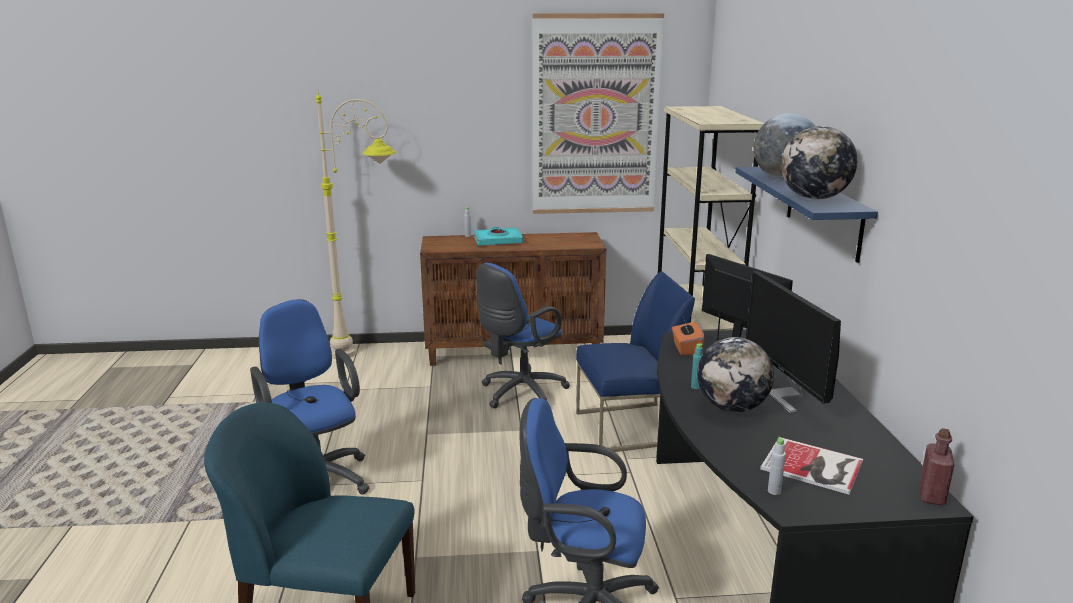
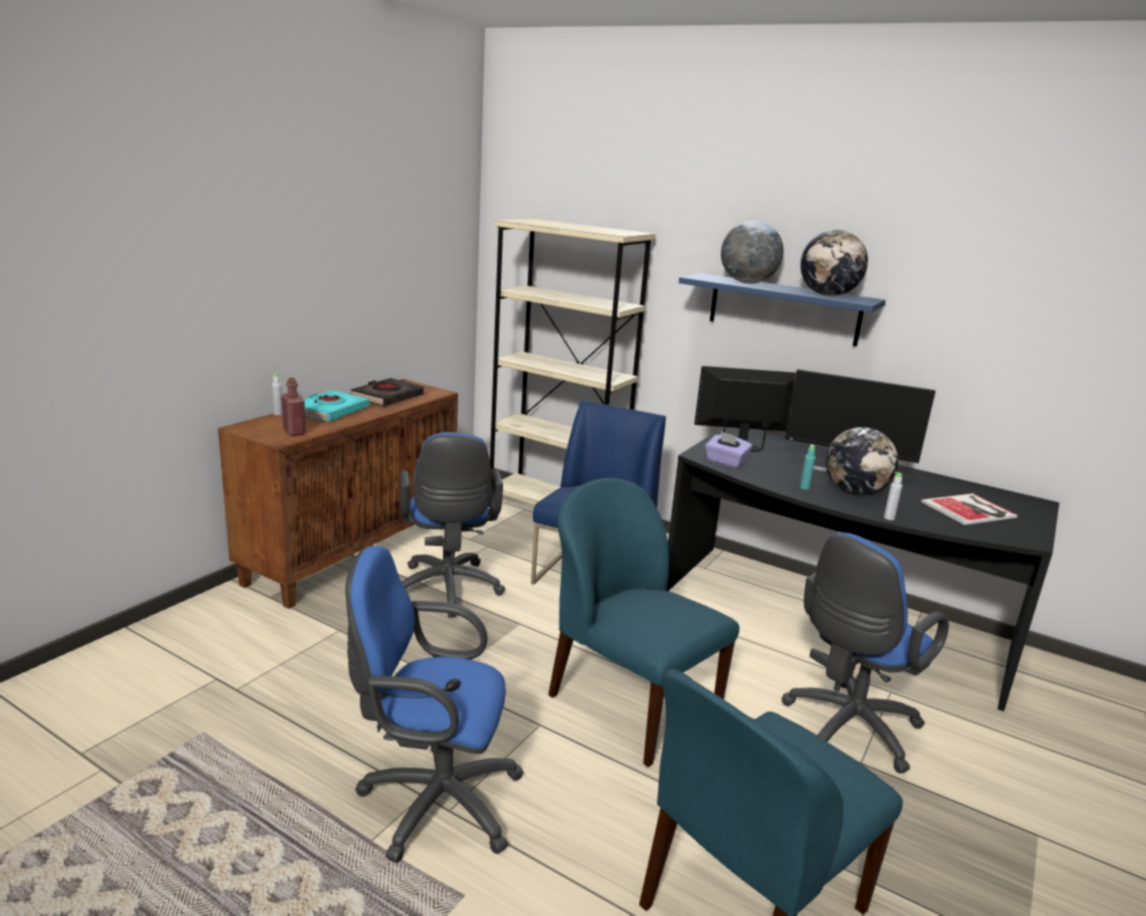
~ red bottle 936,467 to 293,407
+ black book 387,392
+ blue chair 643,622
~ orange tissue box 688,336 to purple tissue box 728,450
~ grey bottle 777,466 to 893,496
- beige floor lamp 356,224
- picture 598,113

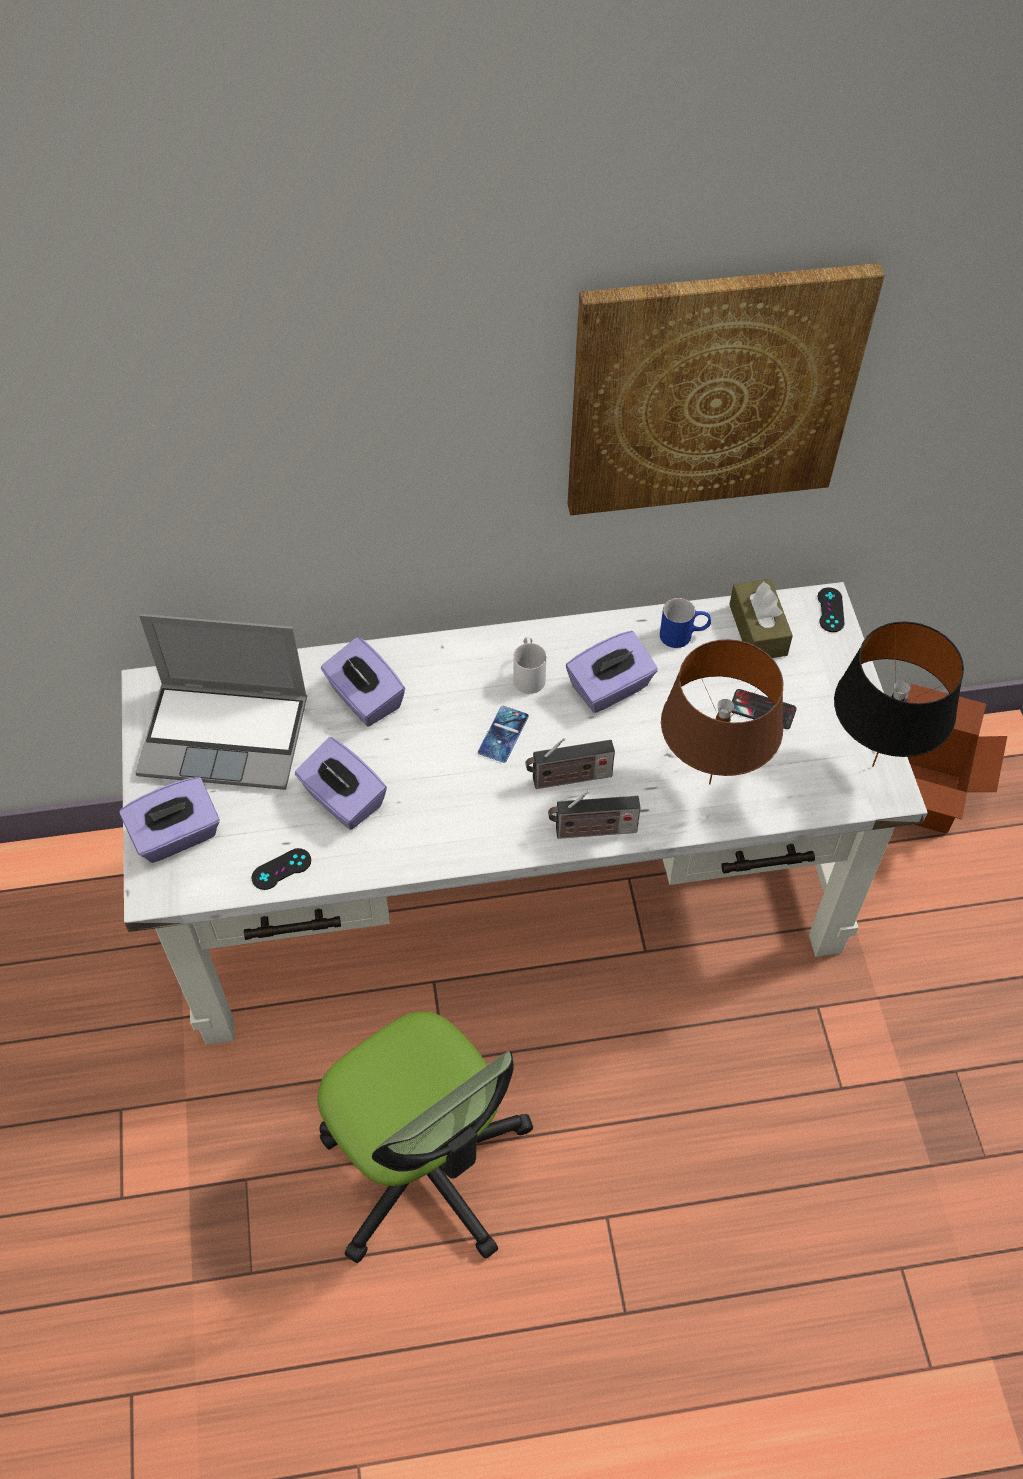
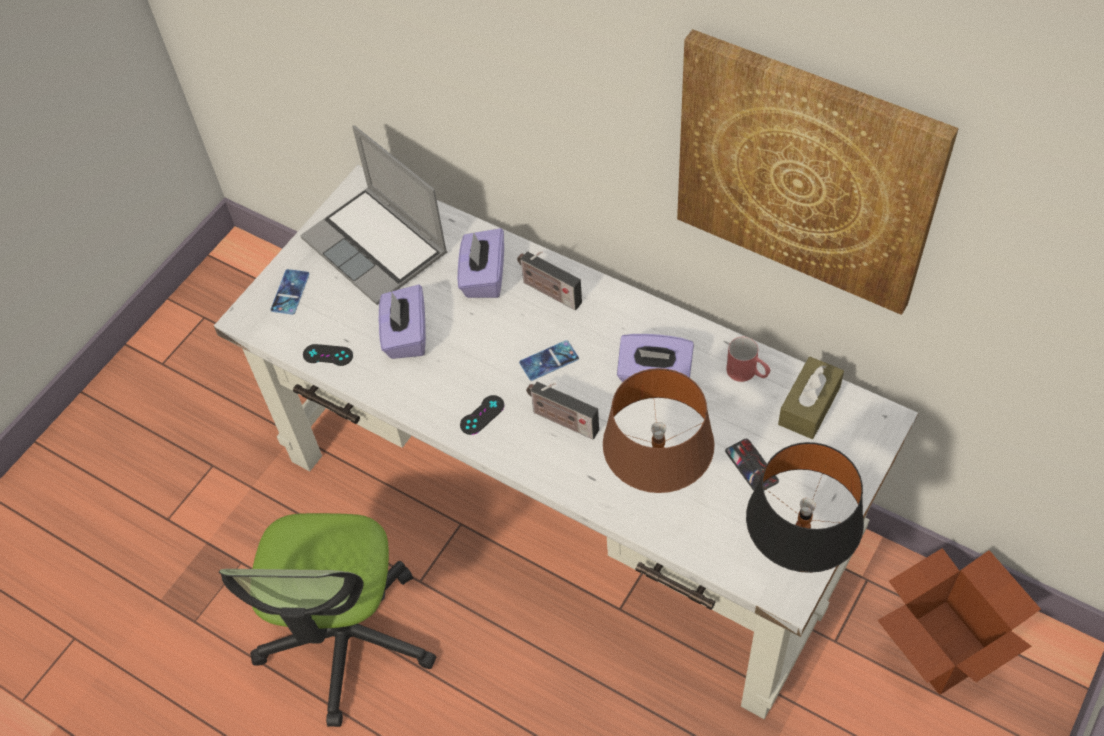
~ purple tissue box 169,820 to phone 289,292
~ black game controller 831,609 to 482,415
~ radio 594,814 to 549,280
~ blue mug 685,623 to red mug 748,359
- white mug 529,665

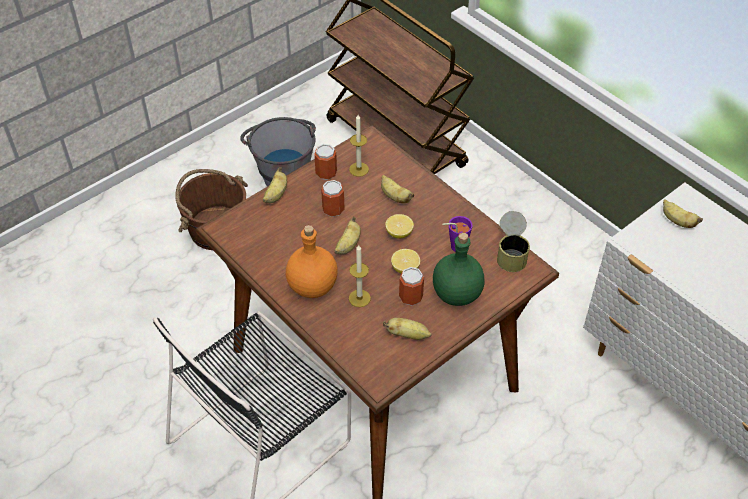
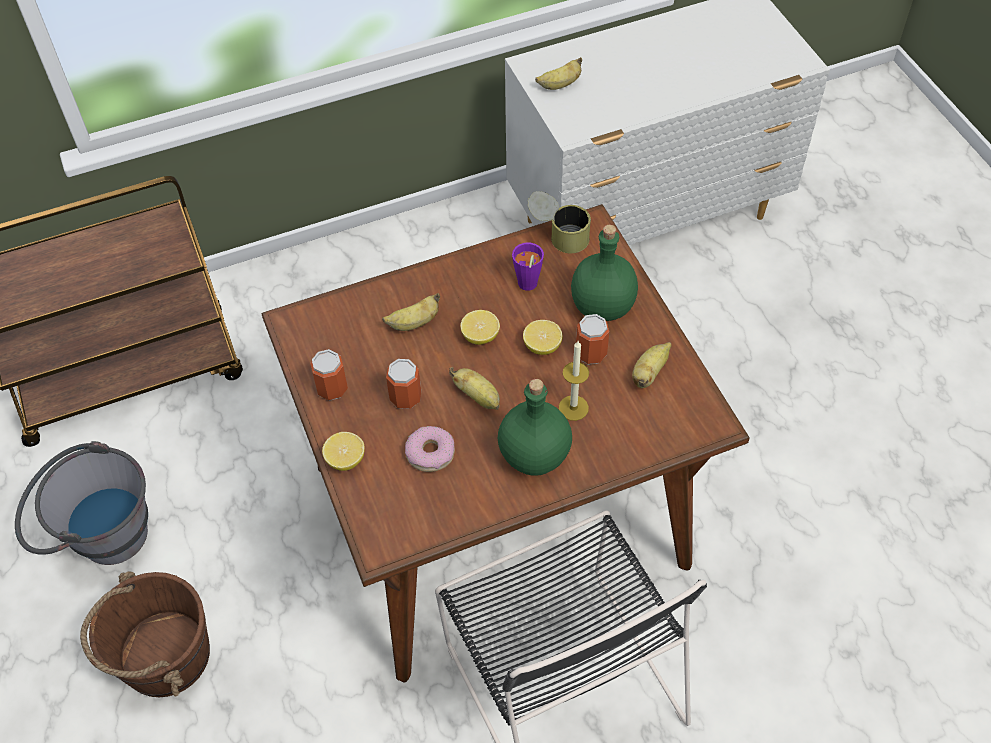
~ banana 275,185 to lemon 343,451
+ donut 430,449
~ orange bottle 312,261 to green bottle 535,427
- candle 359,146

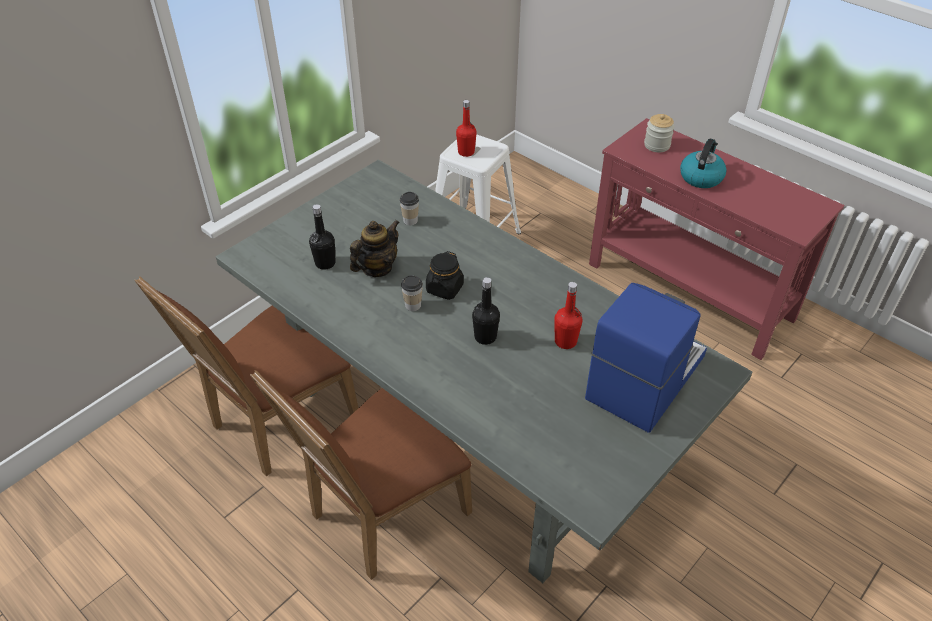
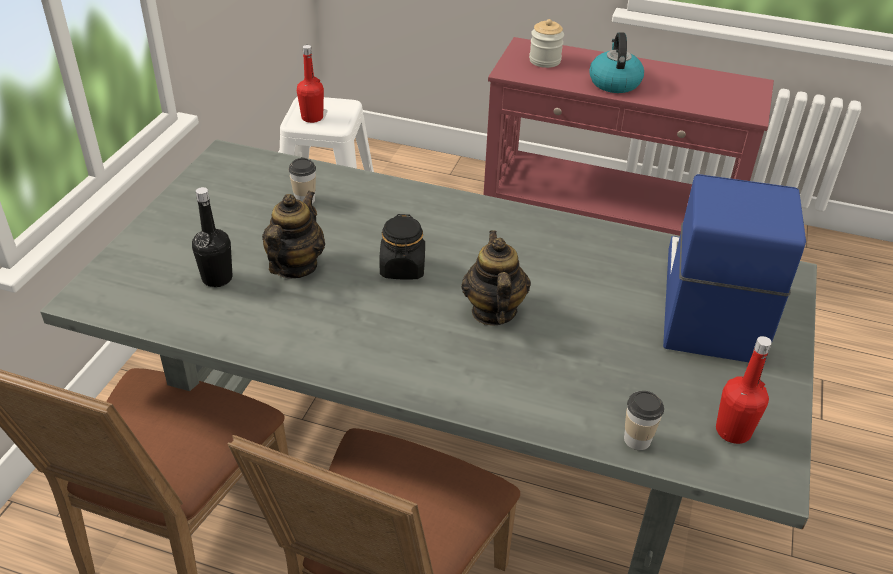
~ black bottle 486,311 to teapot 496,278
~ cup 412,293 to 644,420
~ red bottle 568,315 to 744,390

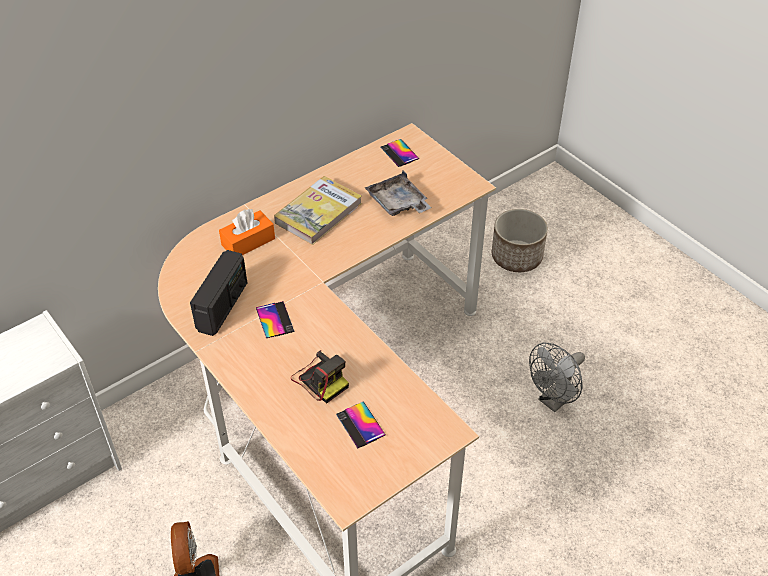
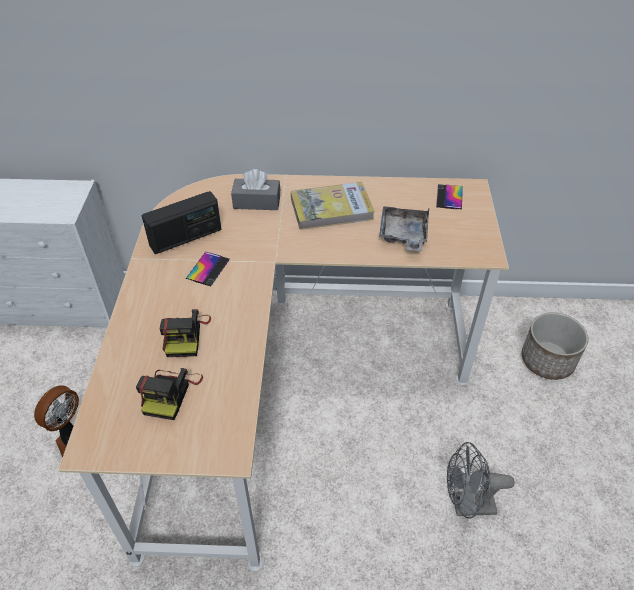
~ phone 361,424 to photo camera 169,394
~ orange tissue box 247,232 to grey tissue box 255,189

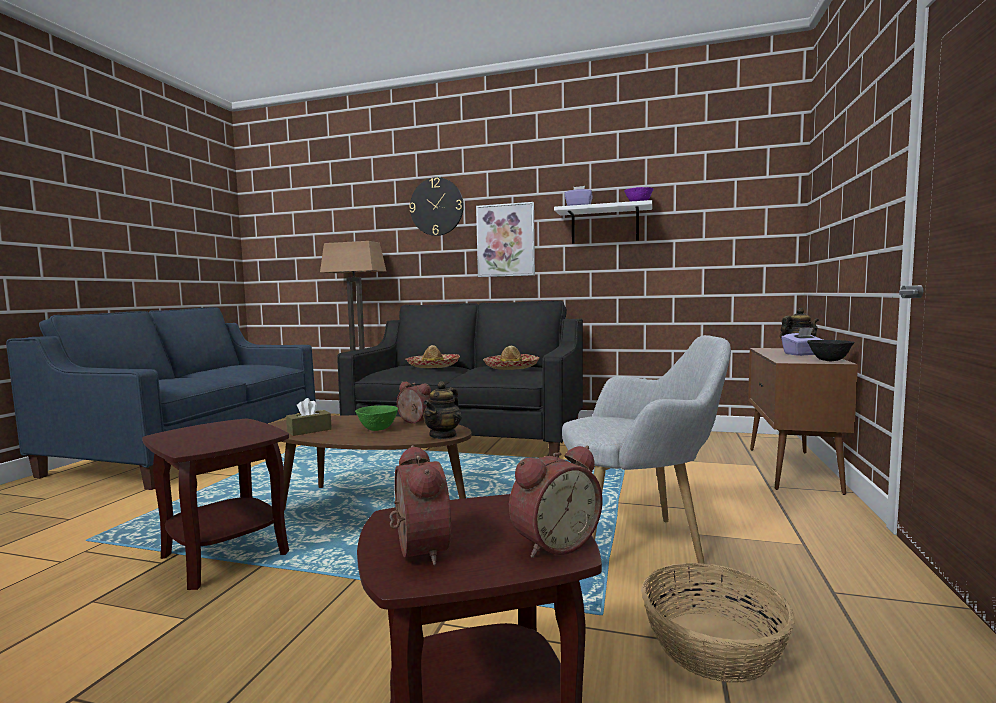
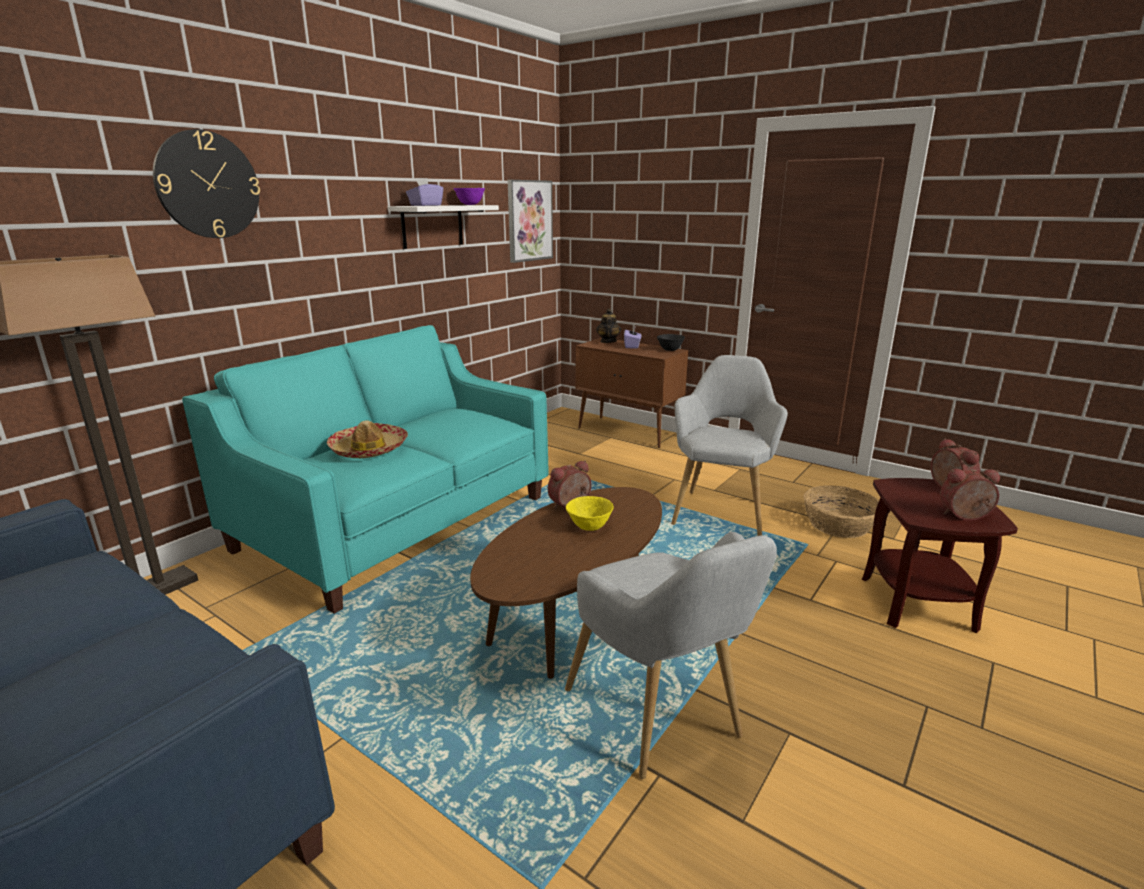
~ black sofa 460,379 to turquoise sofa 365,469
~ picture 505,239 to 530,221
~ brown side table 215,504 to grey armchair 671,655
~ green bowl 376,418 to yellow bowl 589,513
- brown tissue box 309,417
- teapot 442,410
- hat 511,358

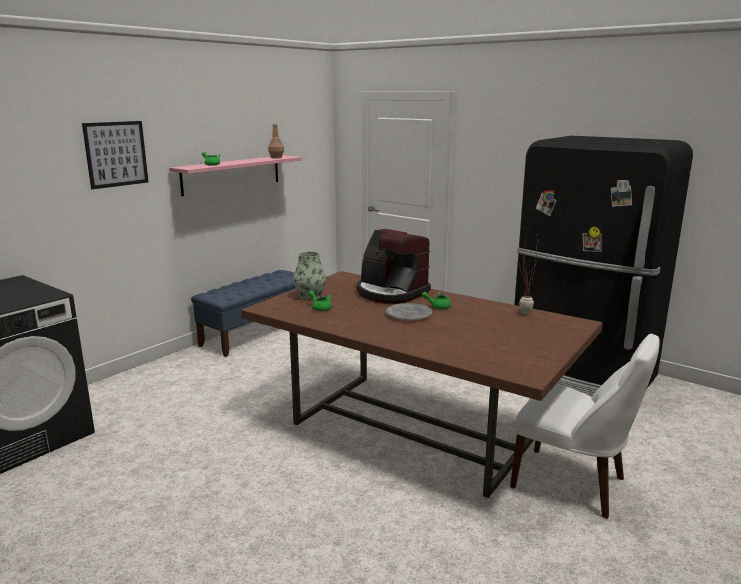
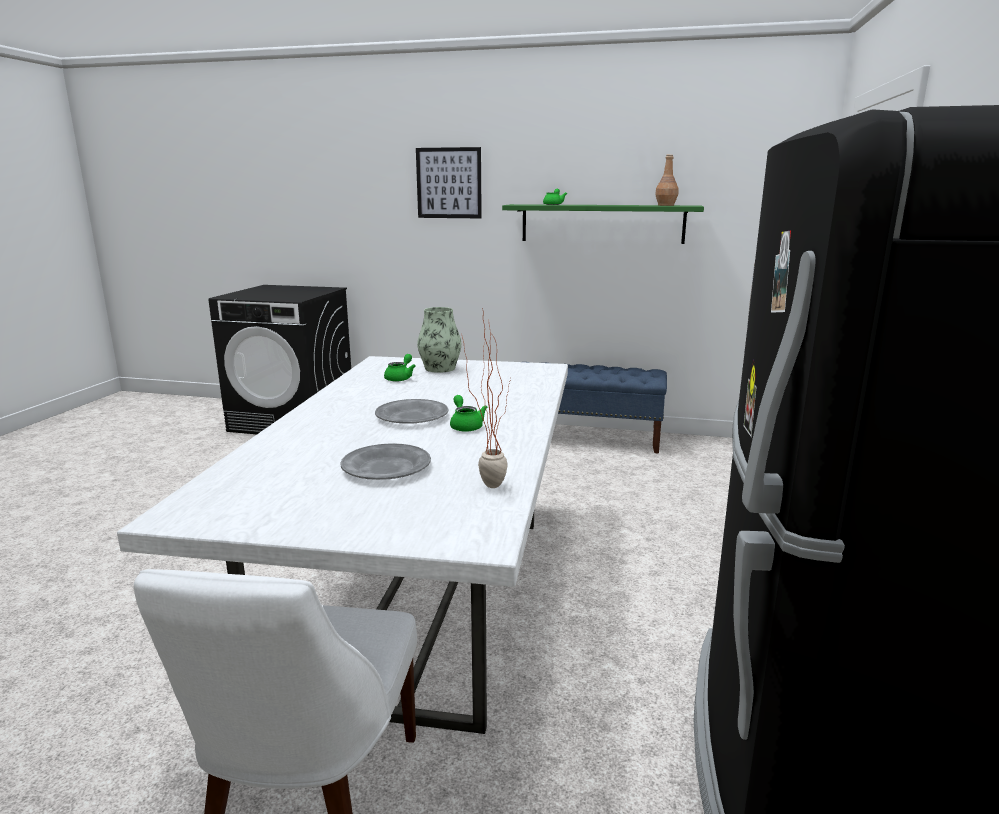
~ brown dining table 422,384 to white dining table 342,545
+ grey plate 386,461
~ pink shelf 235,175 to green shelf 603,224
- coffee machine 394,266

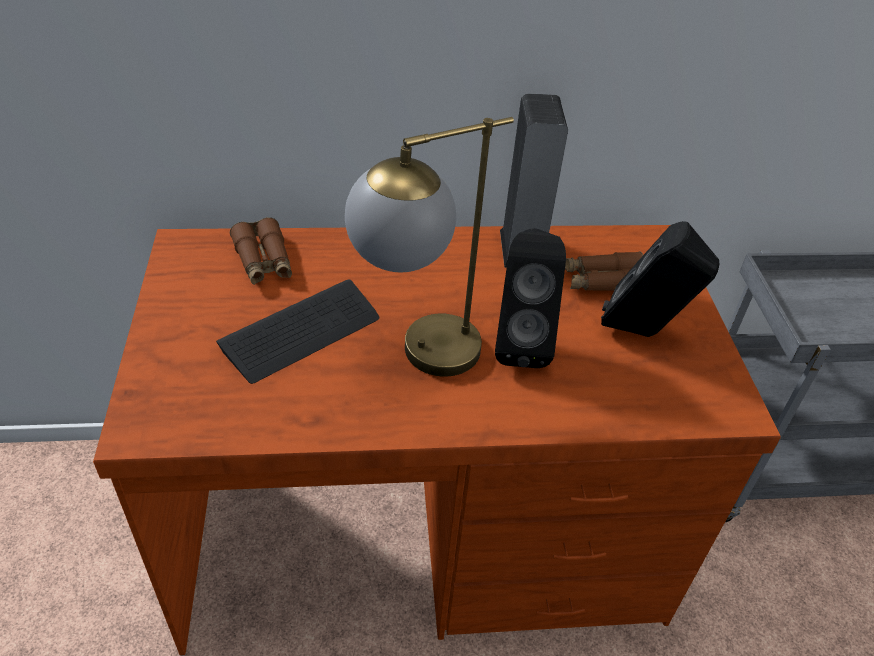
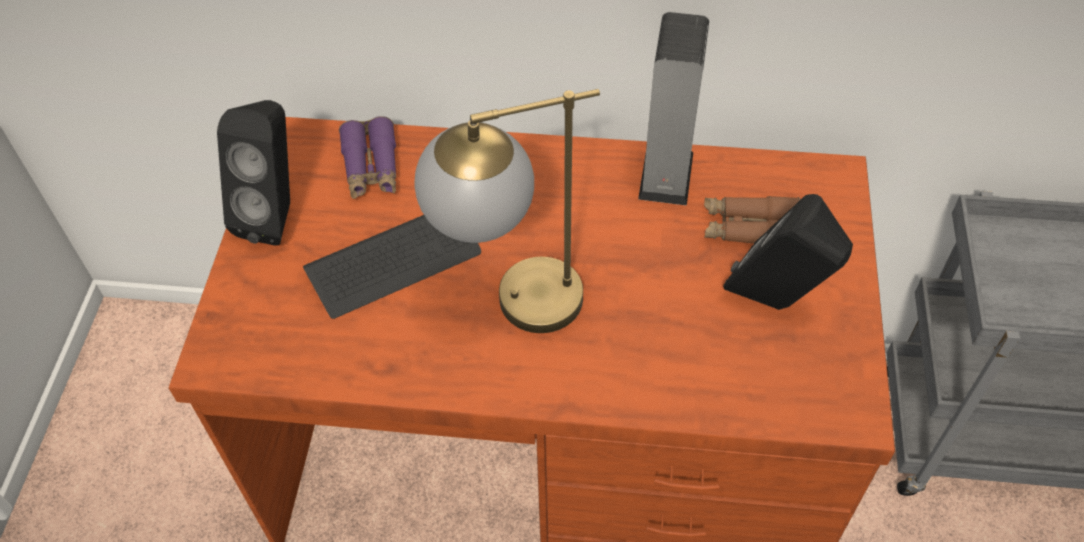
~ black speaker 530,298 to 253,173
~ brown binoculars 261,251 to purple binoculars 367,157

